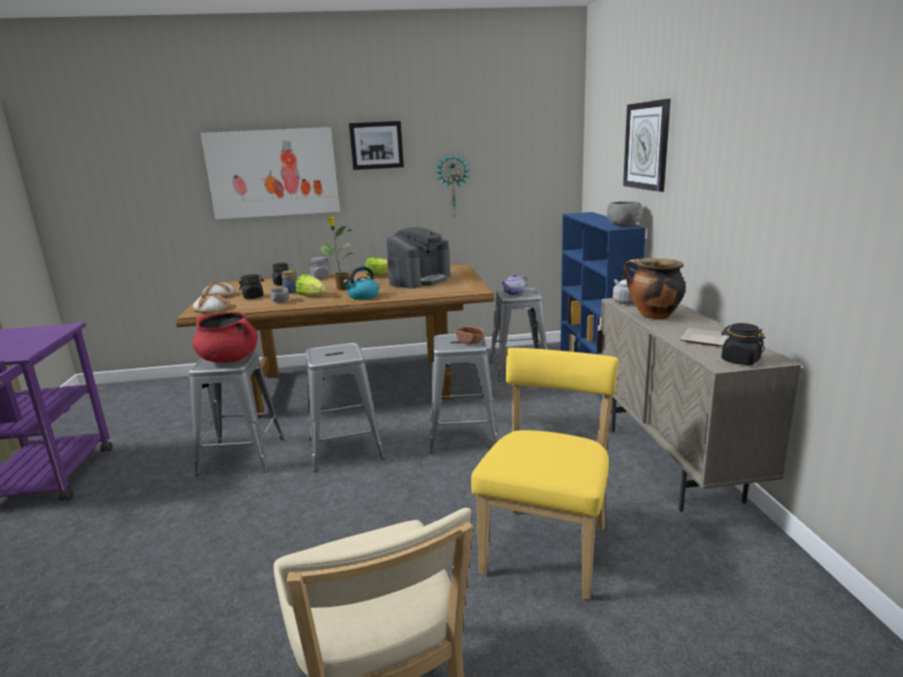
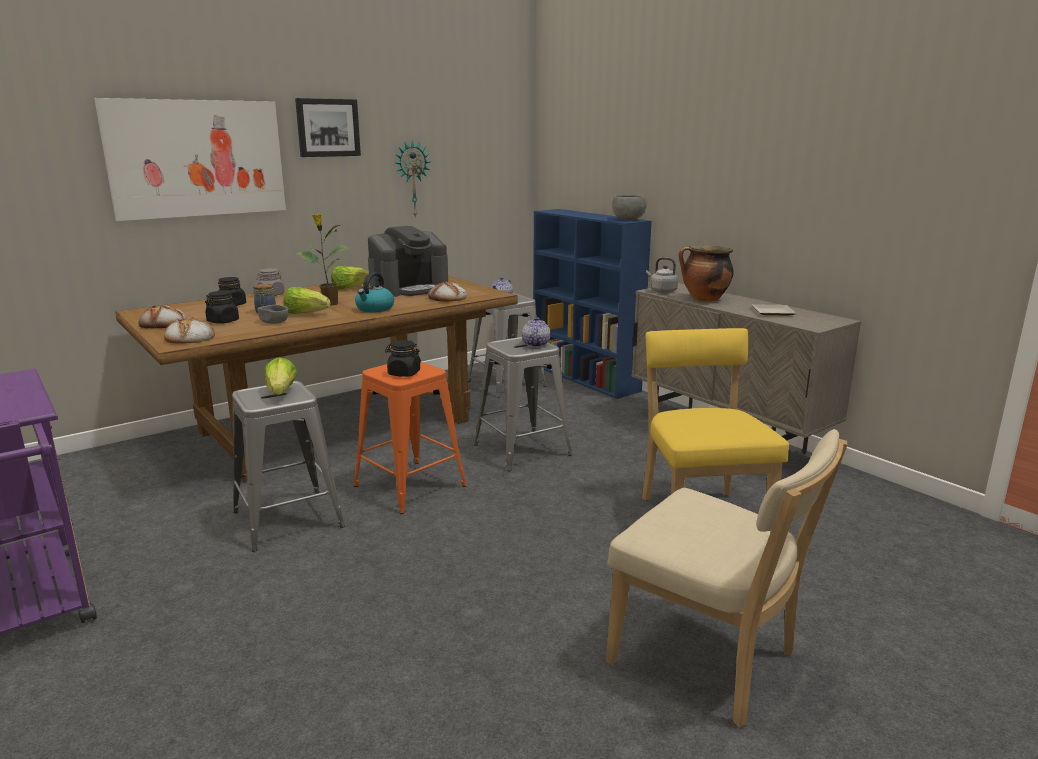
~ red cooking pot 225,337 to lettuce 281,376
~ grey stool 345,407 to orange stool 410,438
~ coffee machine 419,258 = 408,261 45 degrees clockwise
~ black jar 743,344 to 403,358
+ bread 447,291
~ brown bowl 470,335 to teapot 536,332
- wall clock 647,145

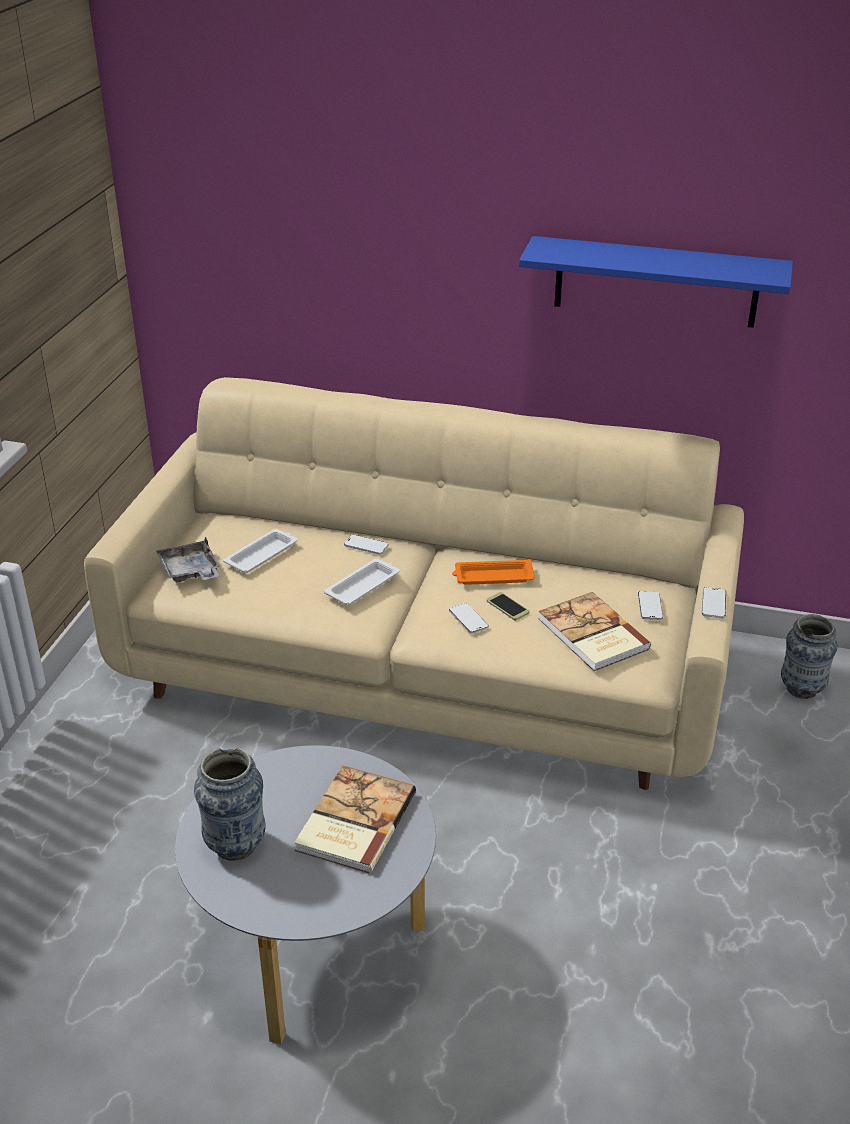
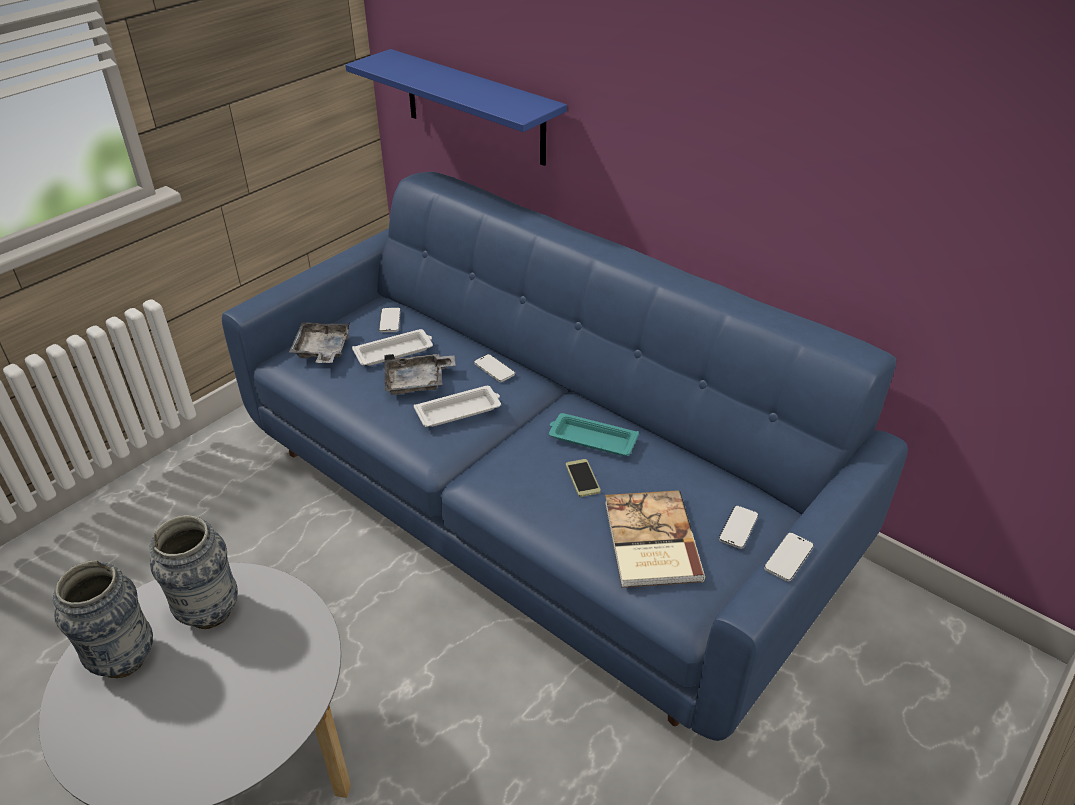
~ vase 809,656 to 194,572
~ beige sofa 414,583 to blue sofa 565,456
~ blue shelf 656,282 to 456,107
~ phone 469,618 to 390,320
+ grey tray 420,374
~ orange tray 493,572 to turquoise tray 594,434
- book 355,820

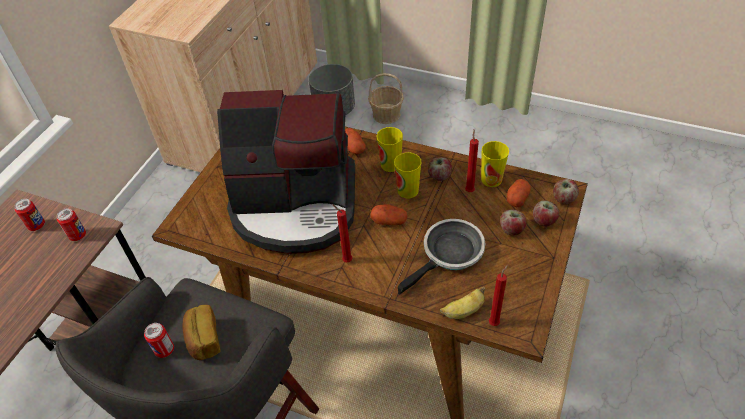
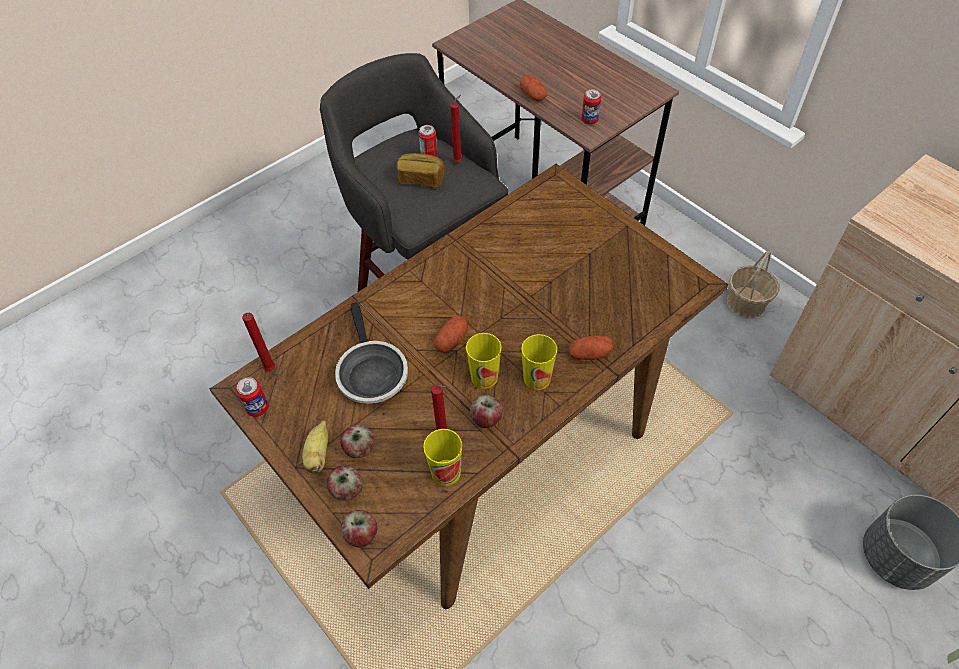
~ can 29,215 to 252,397
~ banana 462,302 to 315,447
~ red candle 342,233 to 456,129
~ potato 519,193 to 533,88
~ basket 386,98 to 753,284
- coffee machine 286,172

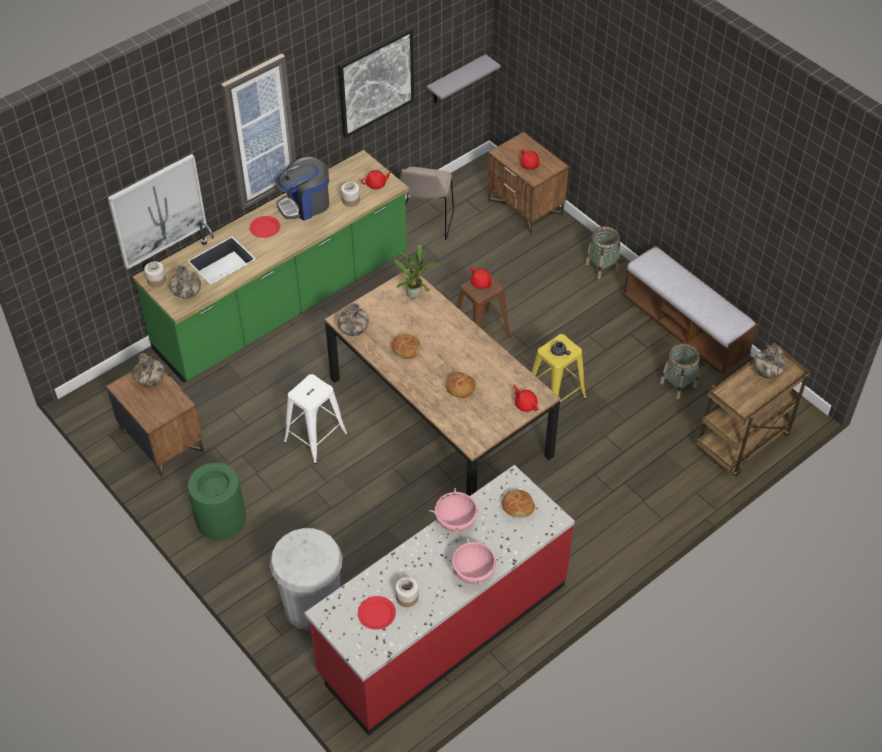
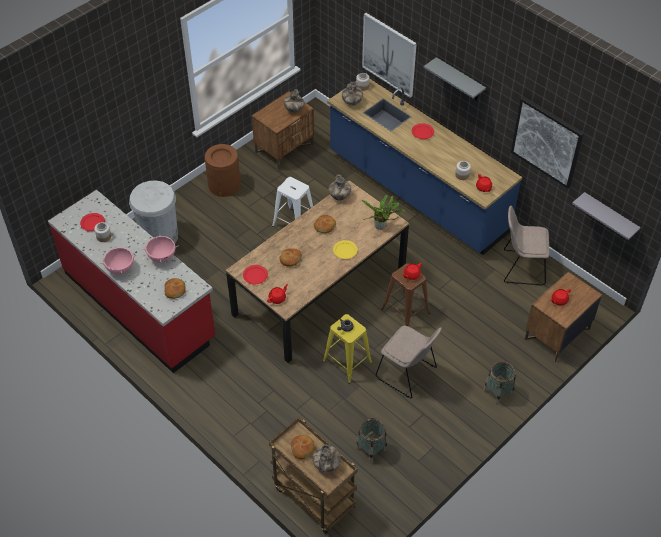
~ green trash can 217,501 to brown trash can 223,170
+ red plate 255,274
+ bread 303,447
~ green counter 271,266 to blue counter 424,166
+ yellow plate 345,249
+ beige chair 409,362
~ picture 258,132 to grey shelf 455,79
- coffee machine 302,189
- bench 690,309

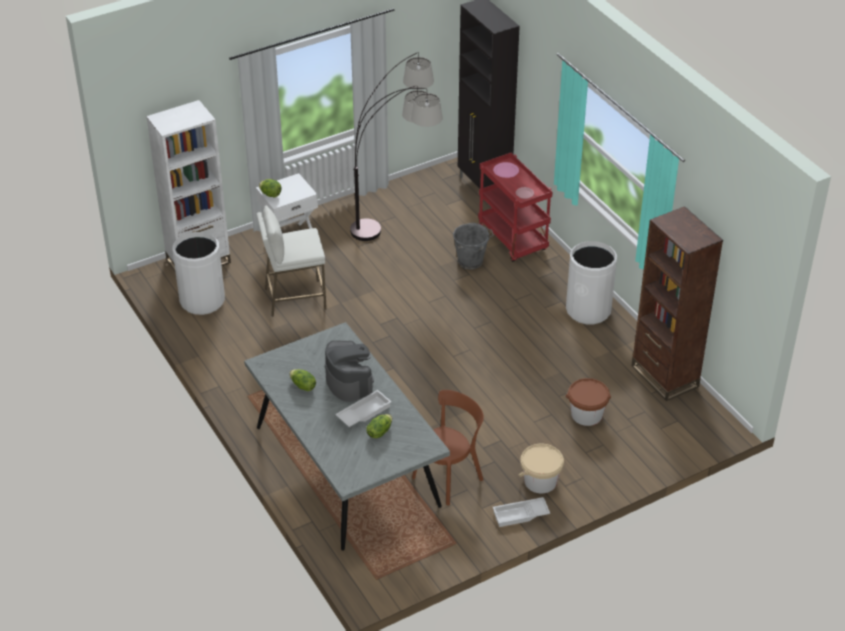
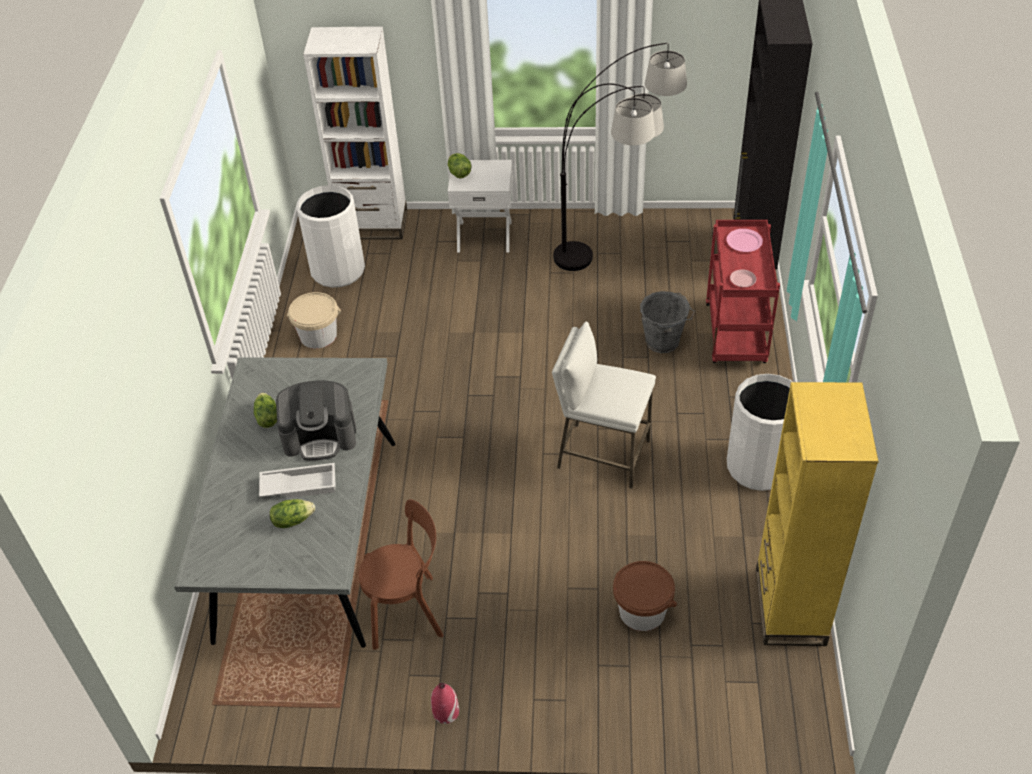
~ coffee machine 349,371 = 316,420 75 degrees clockwise
~ beige bucket 541,469 to 314,320
~ white tray 521,512 to red vase 445,703
~ white stool 292,261 to 604,405
~ brown bookcase 677,303 to yellow bookcase 817,514

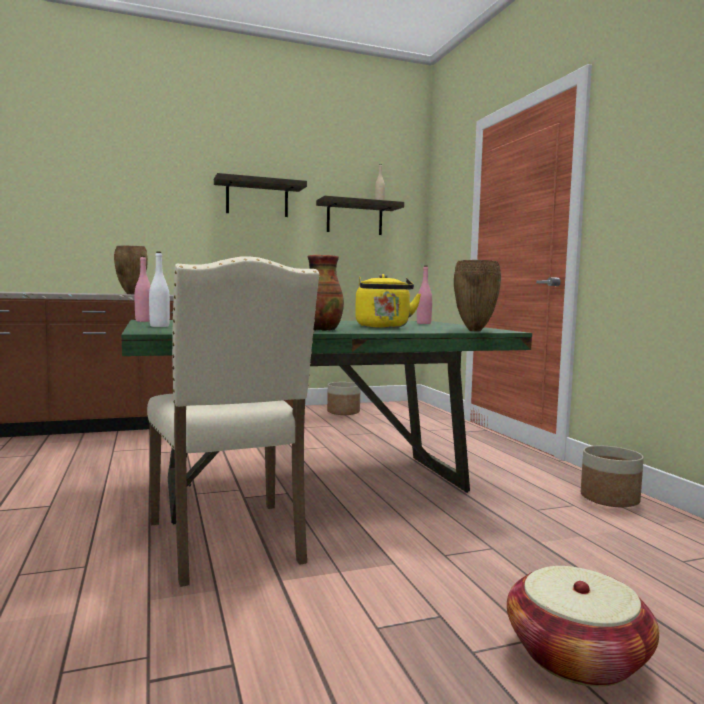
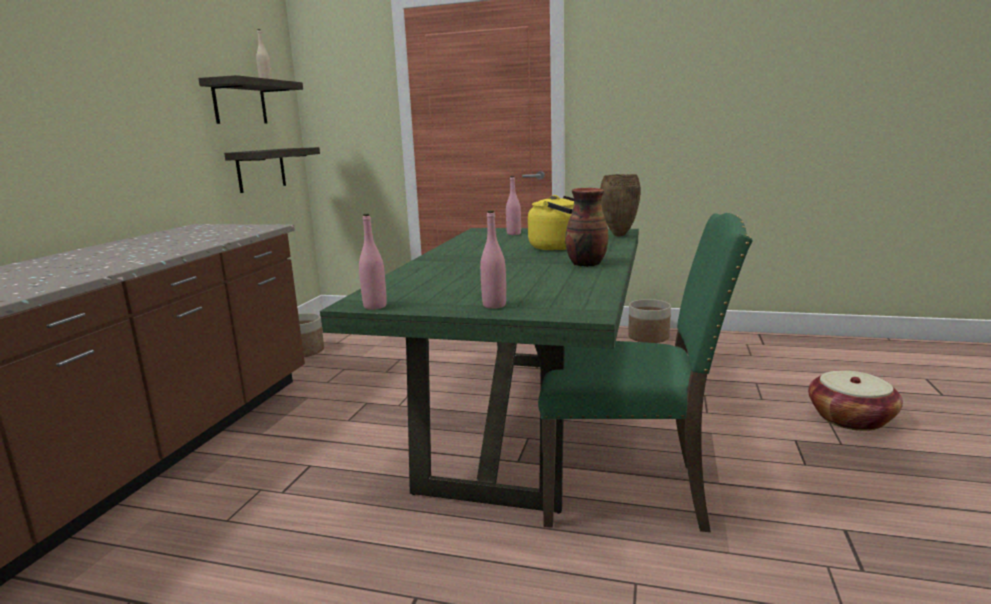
~ shelf 260,195 to 272,170
~ white bottle 159,289 to pink bottle 493,259
~ beige chair 233,422 to green chair 645,372
- brown vase 131,270

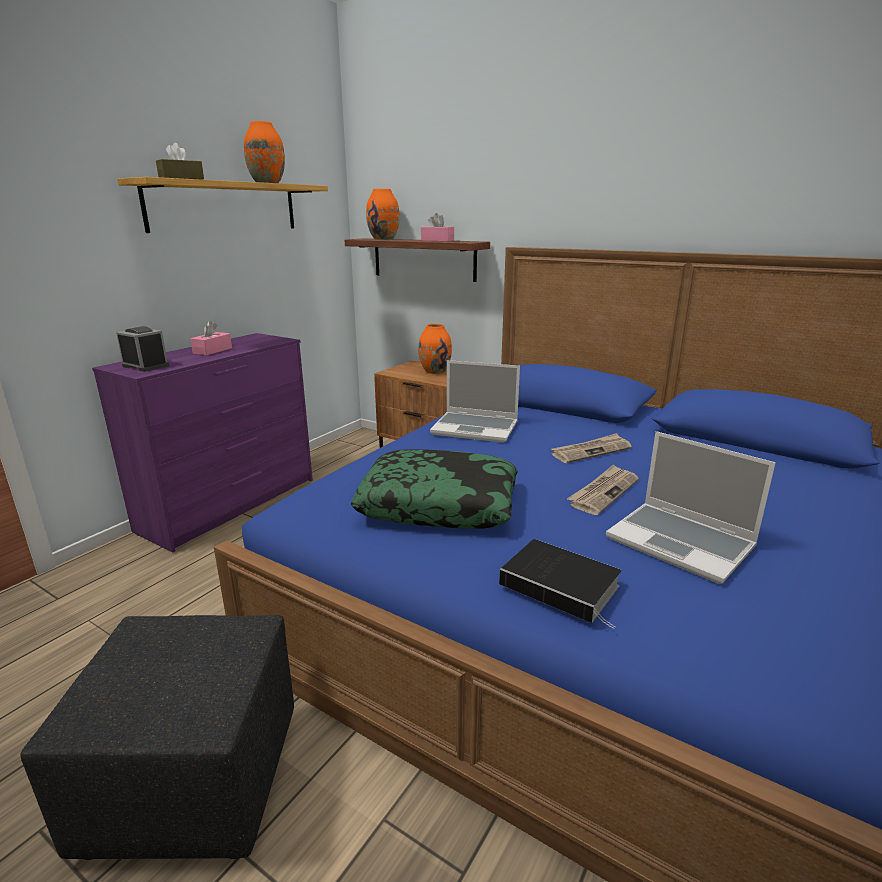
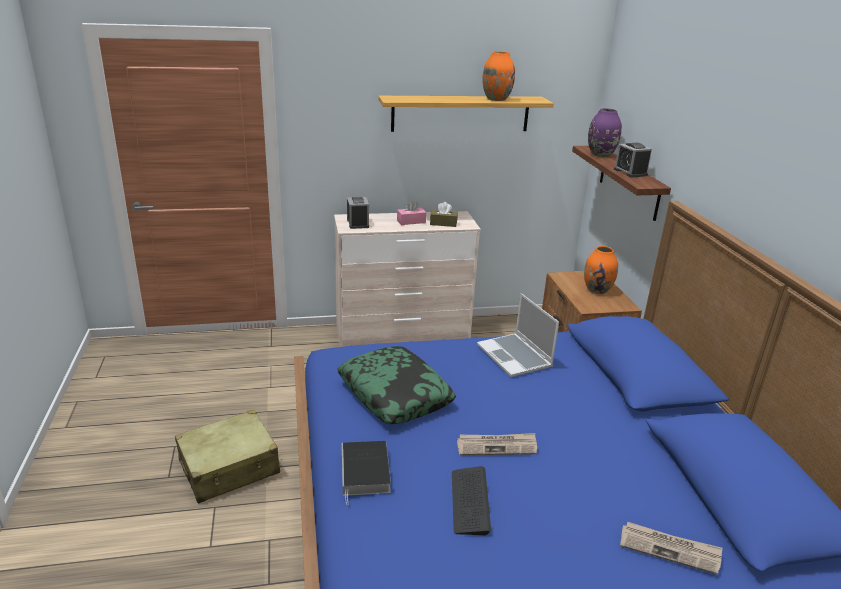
~ black ottoman 157,737 to beige suitcase 227,457
~ purple dresser 202,442 to beige dresser 407,279
~ brown tissue box 180,161 to 444,214
~ laptop 691,507 to keyboard 471,500
~ orange vase 383,214 to purple vase 605,132
~ pink tissue box 437,227 to alarm clock 633,160
~ newspaper 591,448 to 671,548

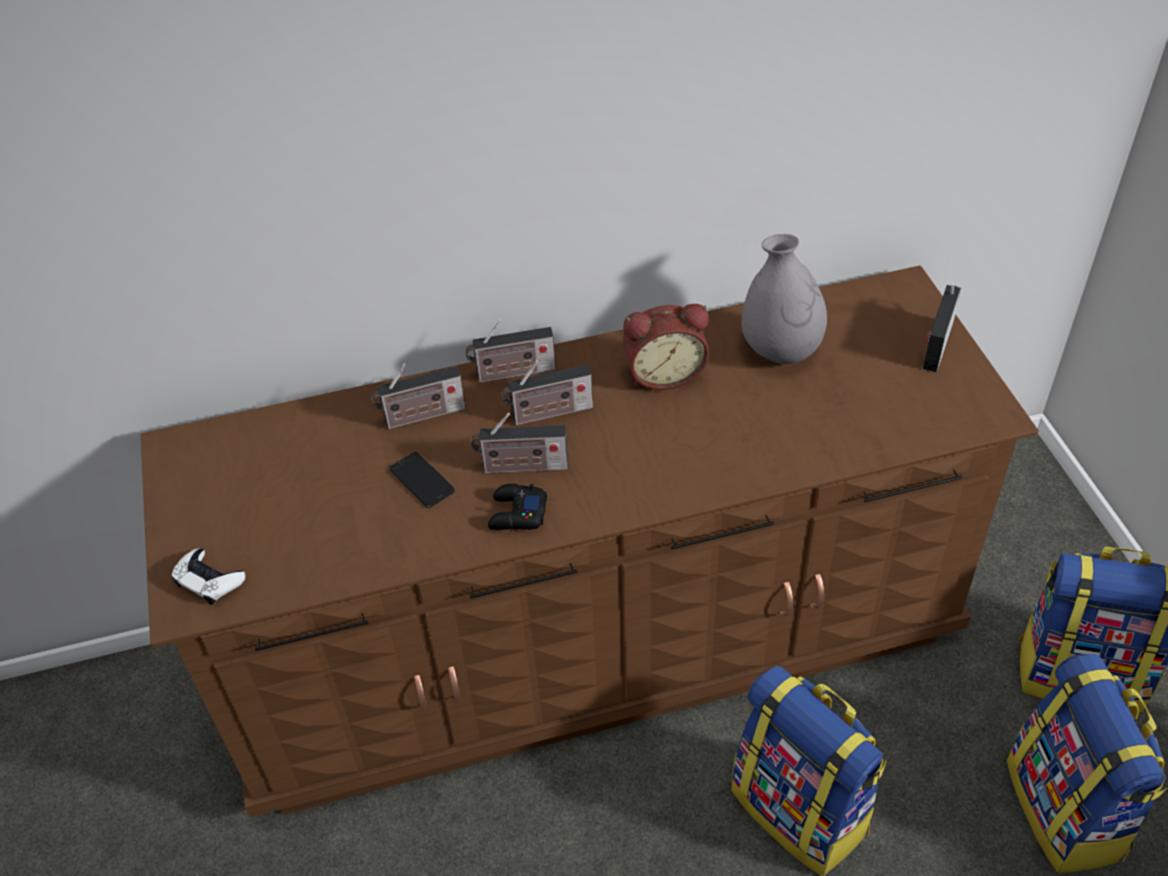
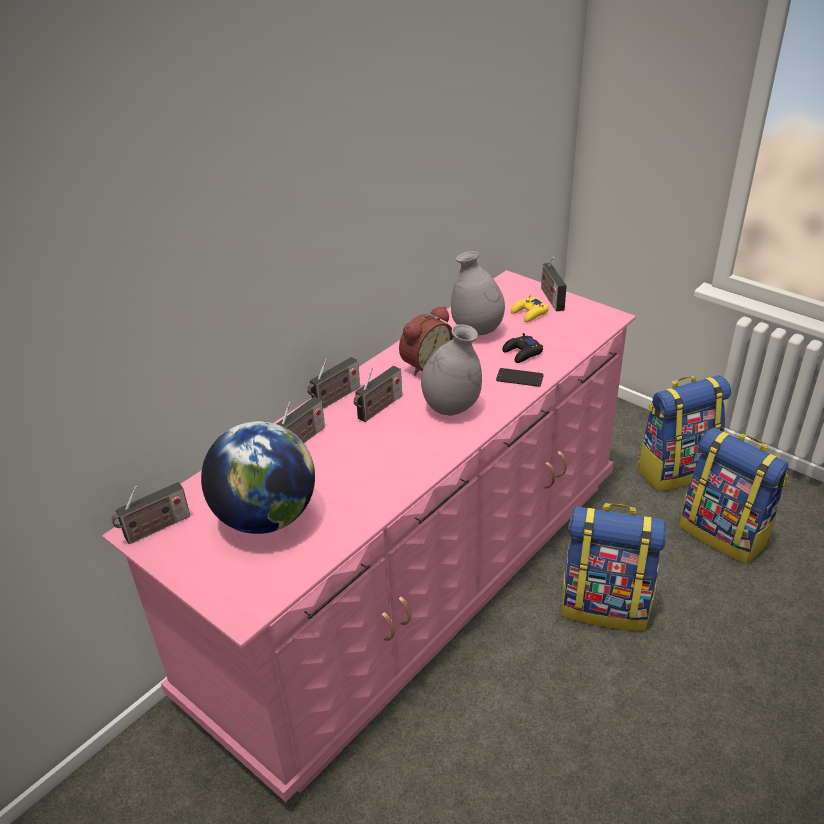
~ brown dresser 589,541 to pink dresser 369,536
~ radio 519,443 to 150,513
+ globe 258,477
+ grey vase 451,370
~ phone 422,480 to 520,377
~ black game controller 517,507 to 522,348
+ yellow game controller 530,308
- white game controller 208,576

